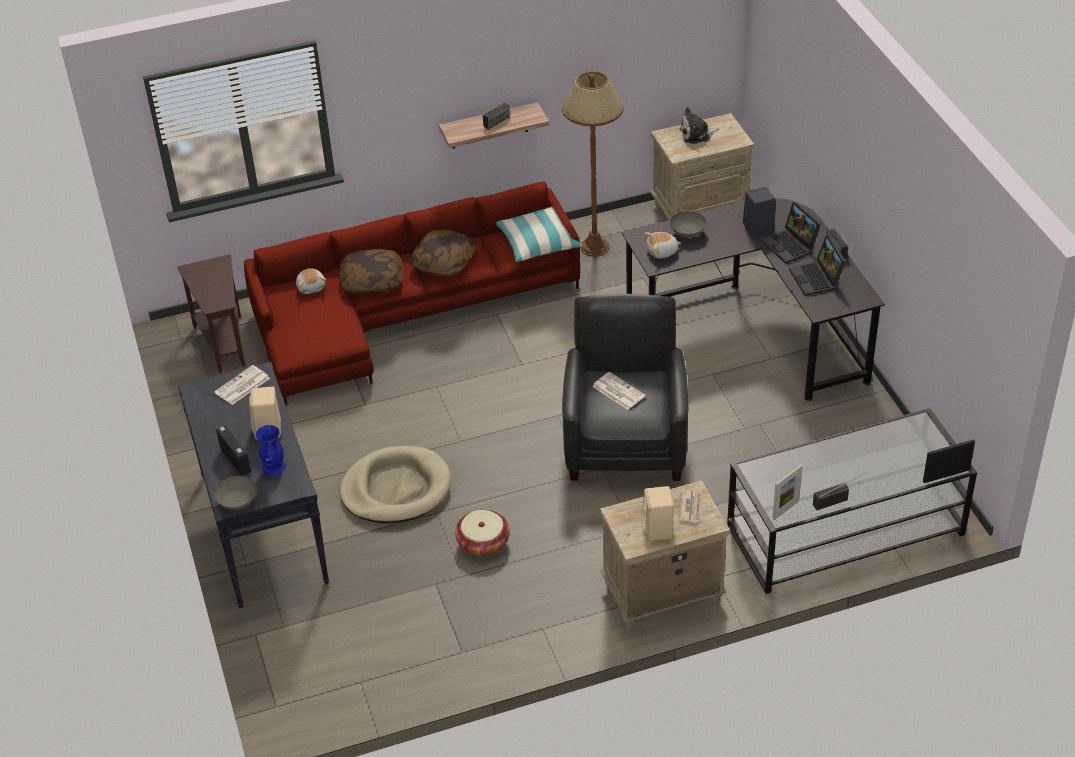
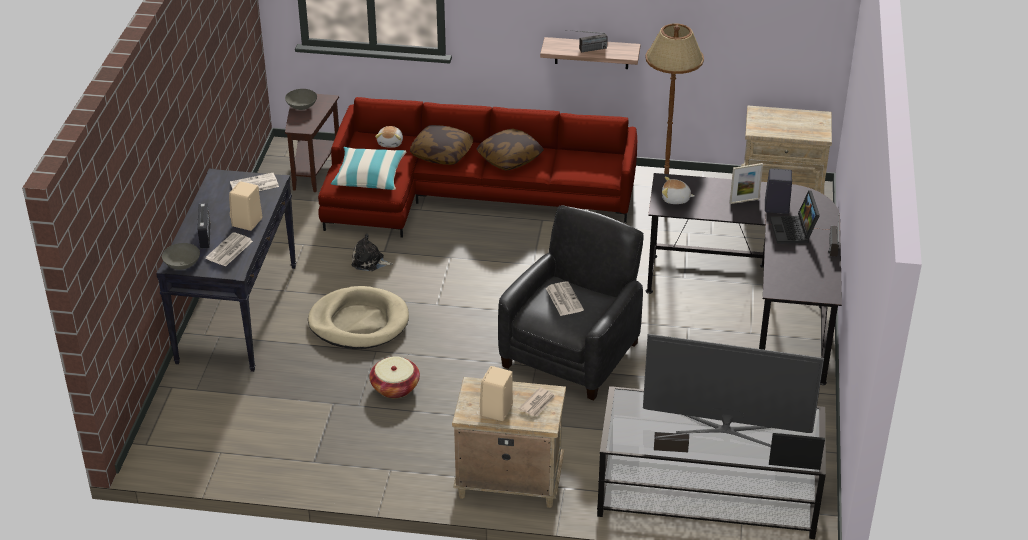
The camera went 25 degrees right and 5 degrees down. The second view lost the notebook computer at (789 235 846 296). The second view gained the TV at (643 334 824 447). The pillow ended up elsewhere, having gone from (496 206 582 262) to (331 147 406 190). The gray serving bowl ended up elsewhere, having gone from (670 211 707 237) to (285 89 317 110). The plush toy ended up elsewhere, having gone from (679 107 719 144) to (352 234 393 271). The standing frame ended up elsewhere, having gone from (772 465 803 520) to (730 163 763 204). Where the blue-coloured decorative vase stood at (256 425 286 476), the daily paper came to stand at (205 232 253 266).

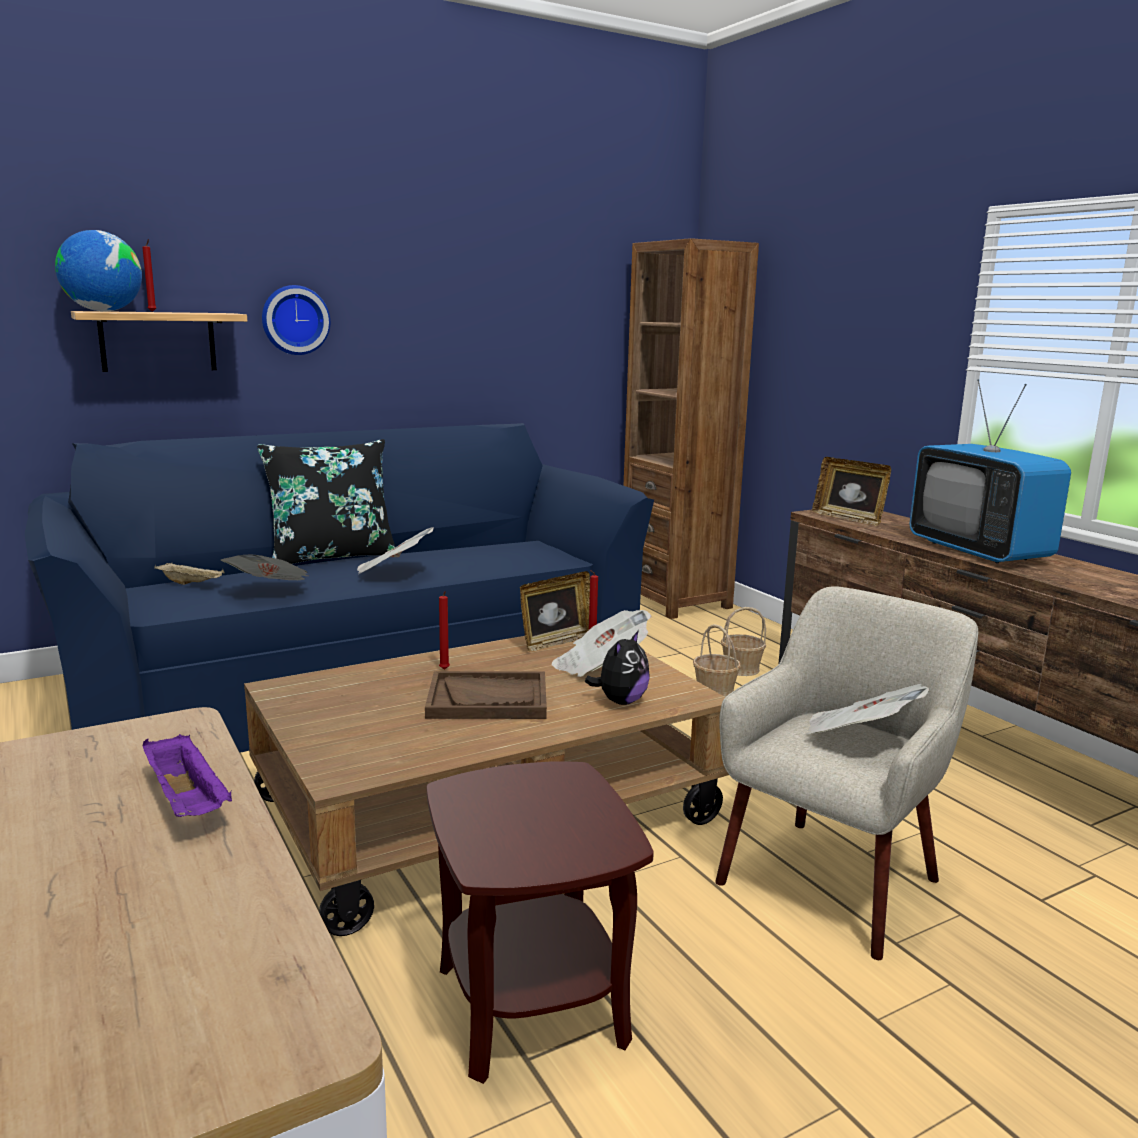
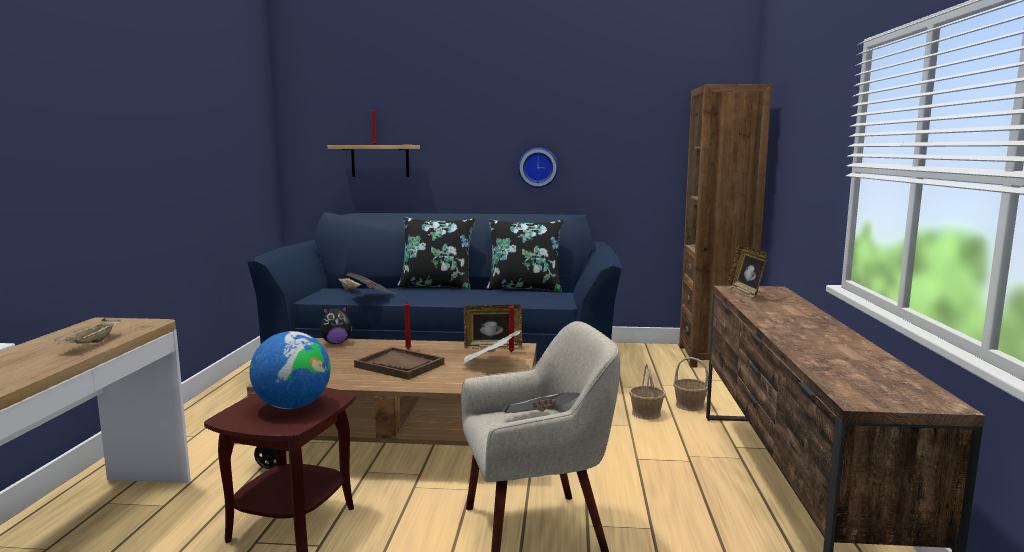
The camera went 35 degrees right and 5 degrees down. The second view lost the daily paper at (357 527 434 574). The second view lost the TV at (909 379 1071 564). The second view gained the black-coloured pillow at (486 219 563 292). The globe ended up elsewhere, having gone from (55 230 142 312) to (250 331 331 409). The hanging clock ended up elsewhere, having gone from (262 285 330 355) to (518 148 558 188). The plush toy ended up elsewhere, having gone from (585 630 650 705) to (320 305 353 344). What was the purplish carrying tray at (143 734 232 817) turned into the beige carrying tray at (54 318 120 344).

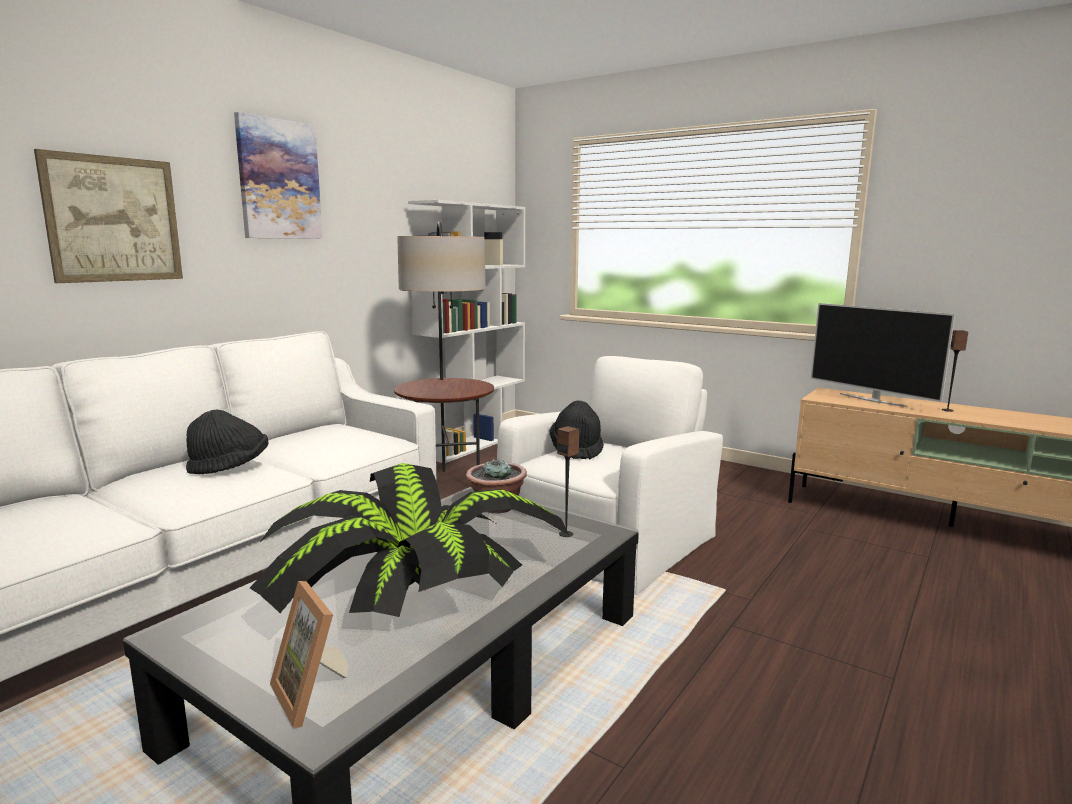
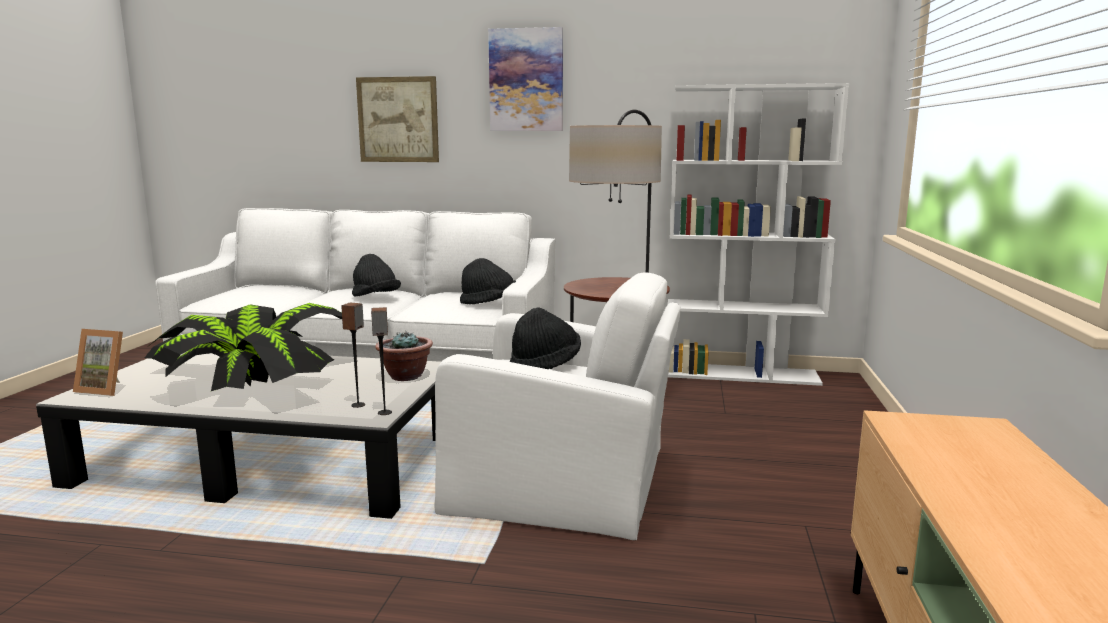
The camera went 65 degrees right and 0 degrees up. The second view lost the TV at (810 303 955 407). The second view gained the black-coloured hat at (460 258 516 304). The loudspeaker ended up elsewhere, having gone from (942 330 968 412) to (371 307 392 415). The standing frame at (270 581 349 728) ended up facing another way, 105 degrees counterclockwise from before.

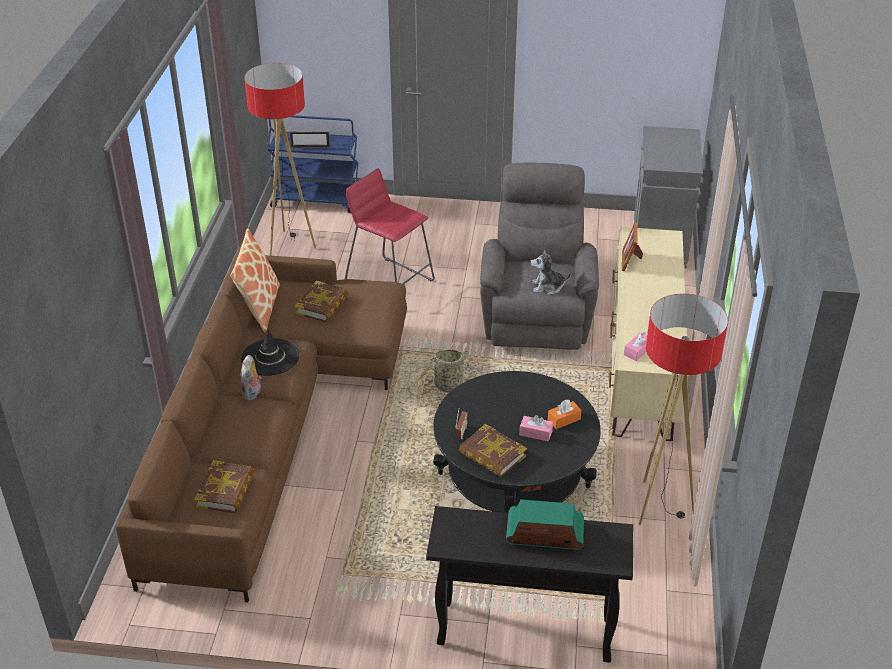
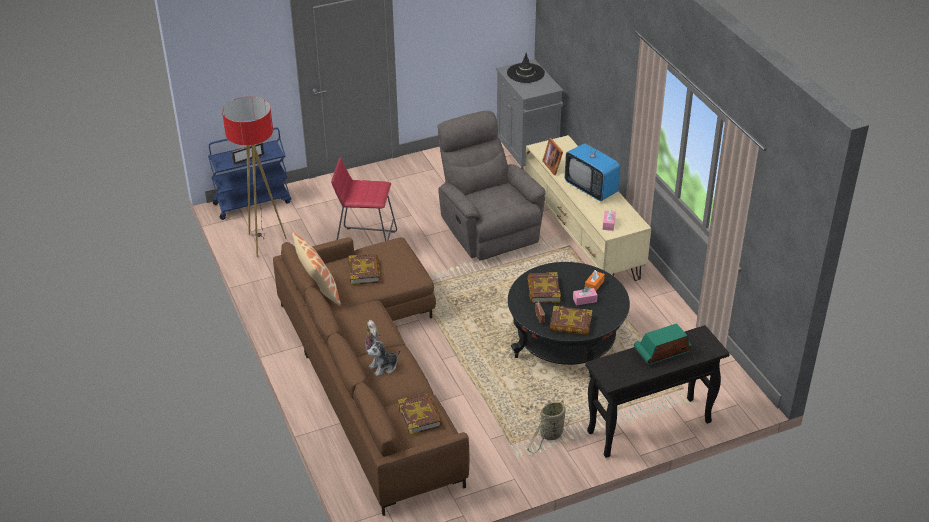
The camera went 30 degrees left and 0 degrees up. The second view lost the floor lamp at (639 294 728 525). The second view gained the volume at (528 272 561 303). The second view gained the TV at (565 131 620 201). The black-coloured hat ended up elsewhere, having gone from (241 329 299 376) to (507 53 545 83). The household basket ended up elsewhere, having gone from (407 349 477 396) to (527 399 569 453). The plush toy ended up elsewhere, having gone from (530 249 571 295) to (367 338 401 376).

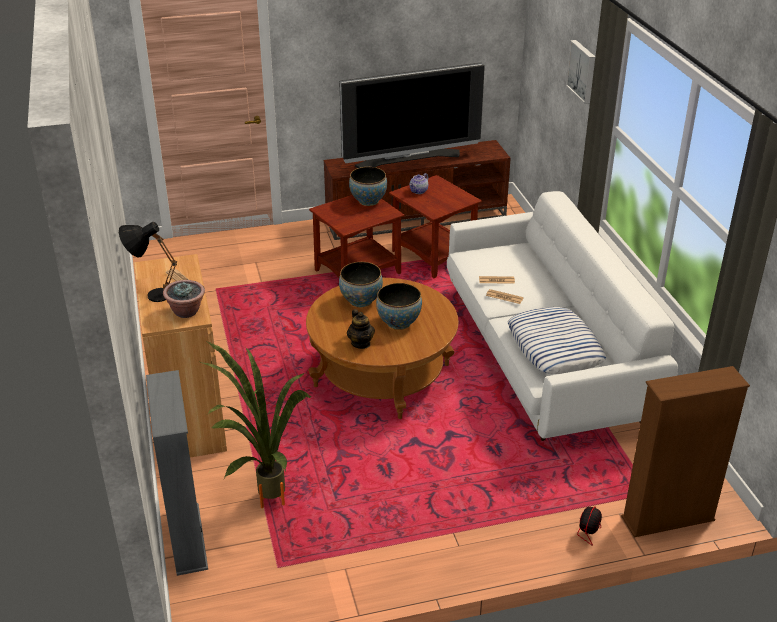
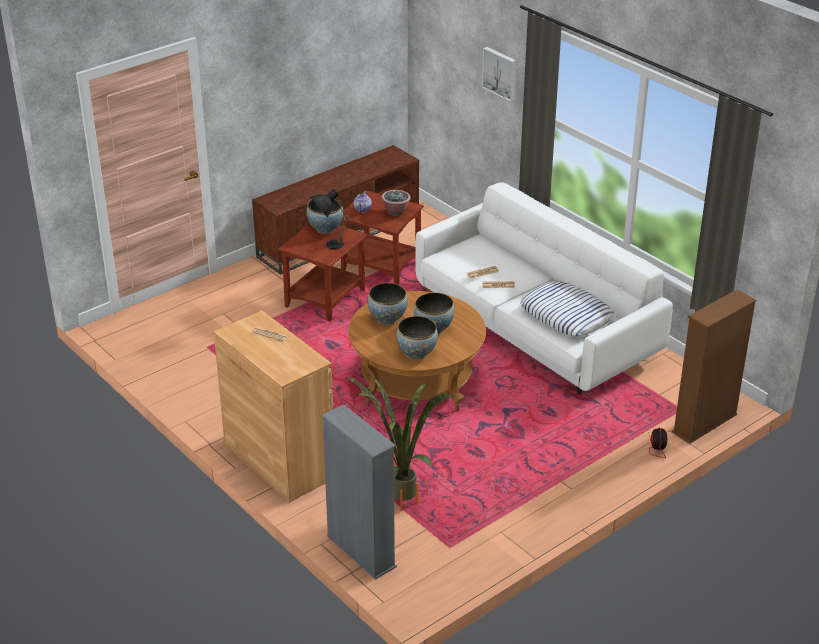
The camera went 25 degrees left and 0 degrees up. The second view lost the TV at (339 63 485 168). The black-coloured tabletop lamp ended up elsewhere, having gone from (119 222 177 302) to (310 189 349 250). The plant in a pot ended up elsewhere, having gone from (163 280 205 318) to (381 190 411 216). Where the tea pot stood at (347 309 375 349), the serving bowl came to stand at (396 316 438 360).

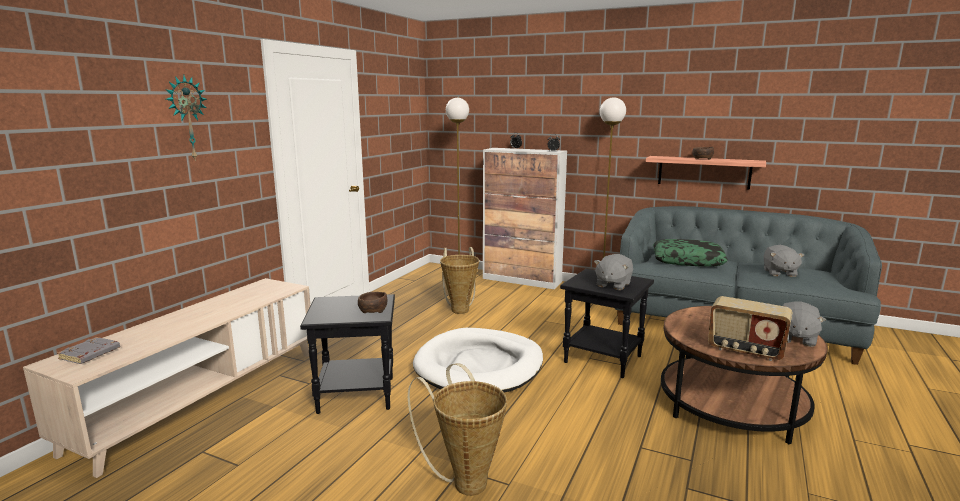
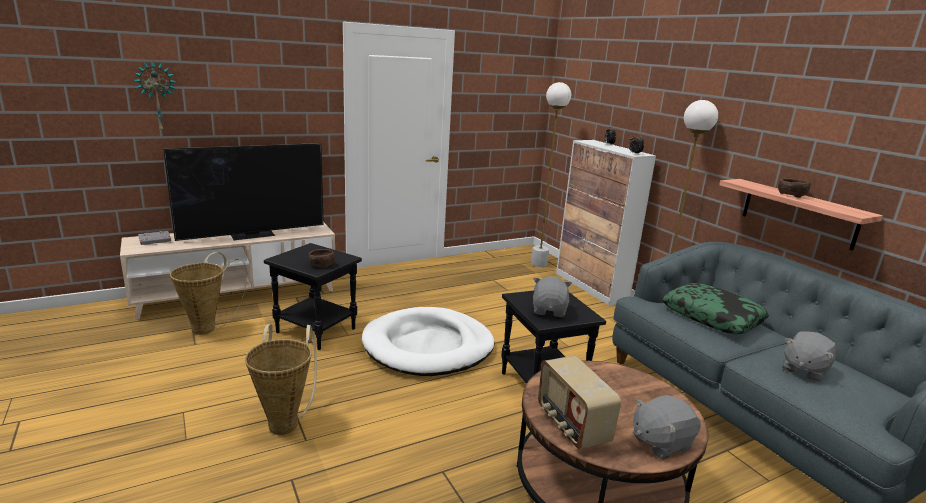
The camera went 35 degrees right and 5 degrees up. The second view gained the TV at (163 143 324 241). The hanging clock ended up elsewhere, having gone from (165 75 207 159) to (133 61 177 132). The household basket ended up elsewhere, having gone from (440 247 480 314) to (170 252 248 335). The gray plush toy at (594 254 633 290) ended up facing another way, 120 degrees clockwise from before.

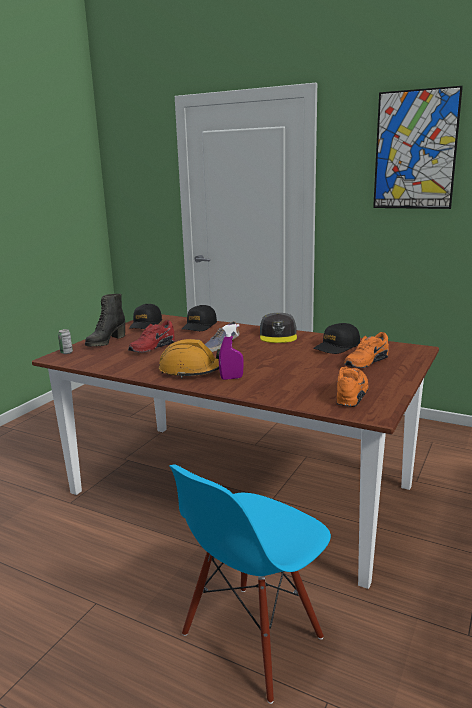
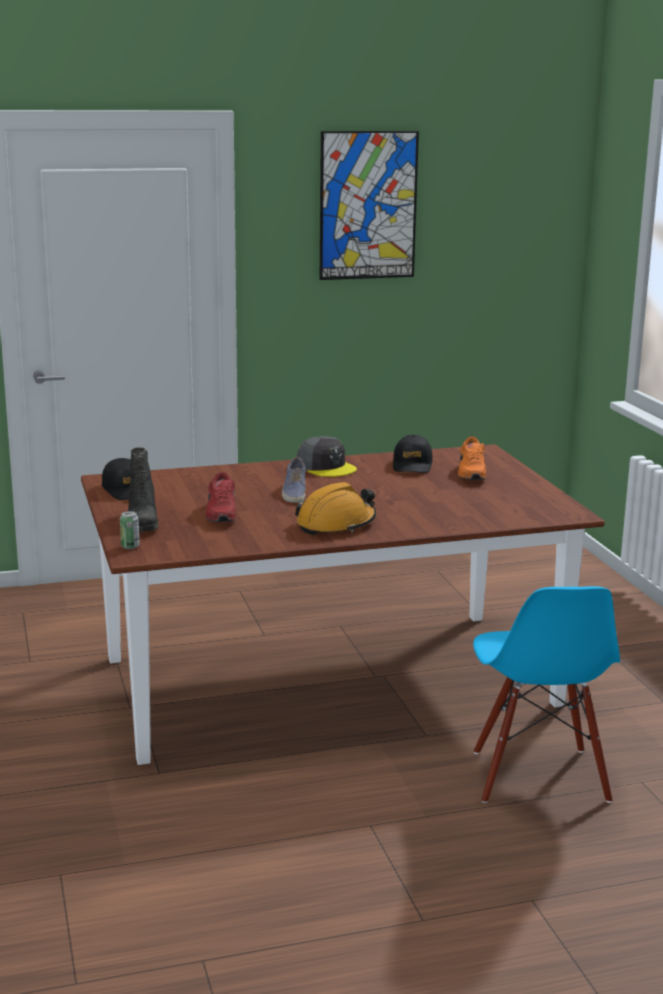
The camera went 45 degrees left and 0 degrees up. The second view lost the black-coloured baseball cap at (182 305 217 331). The second view lost the purplish sprayer at (219 324 244 380). The second view lost the orange low shoe at (337 367 369 407).

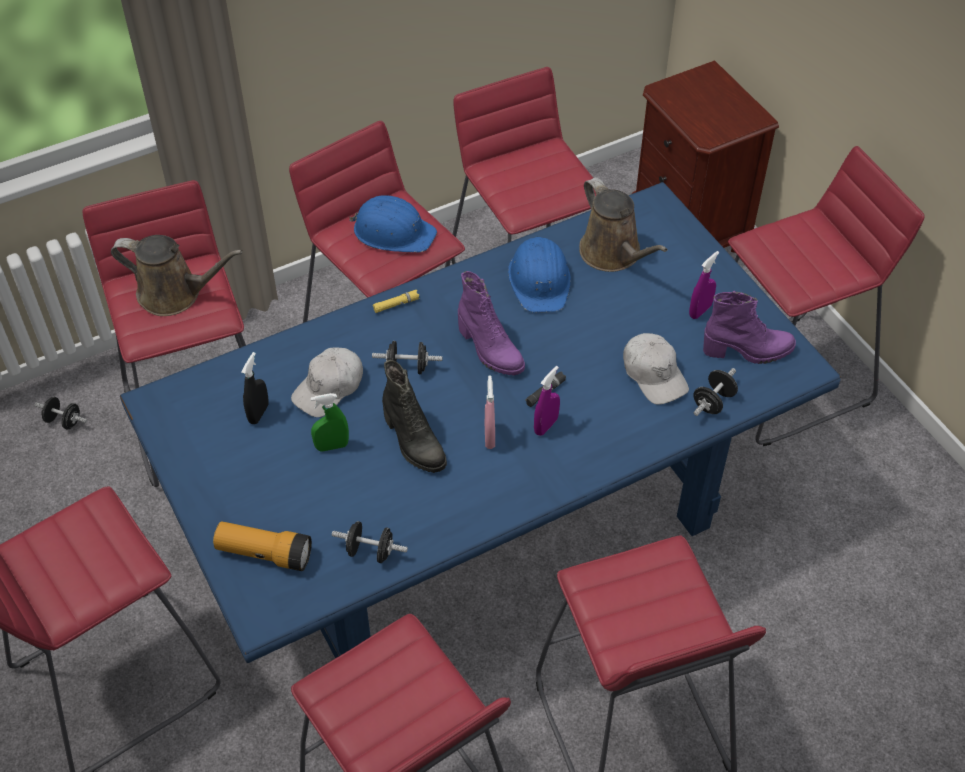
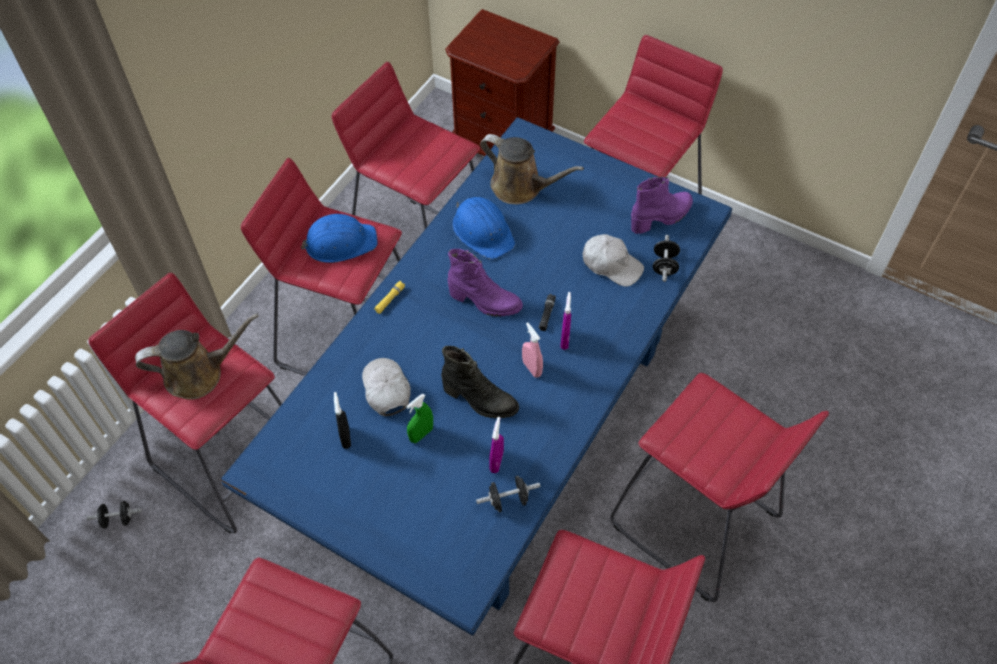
The camera went 30 degrees left and 5 degrees up. The second view lost the torch at (213 522 312 571). The second view lost the black-coloured dumbbell at (372 341 442 374). The purplish sprayer ended up elsewhere, having gone from (689 251 719 319) to (489 417 504 473). The white baseball cap at (291 348 363 417) ended up facing another way, 150 degrees clockwise from before.

